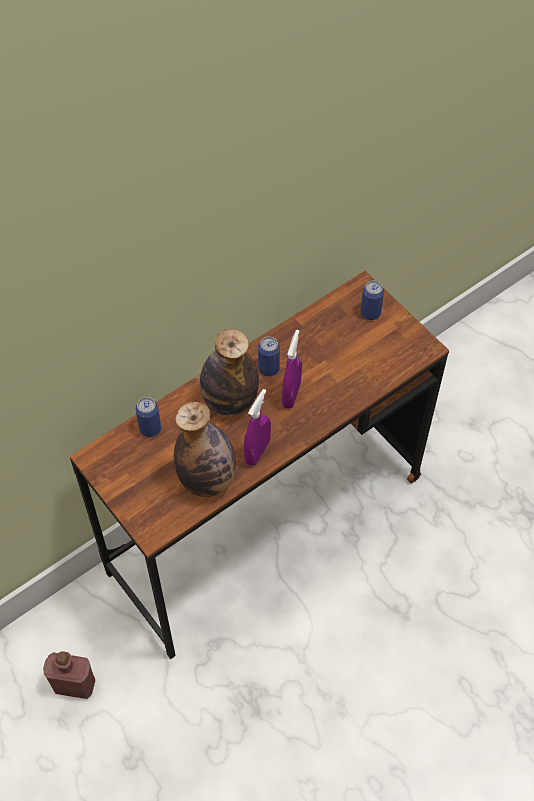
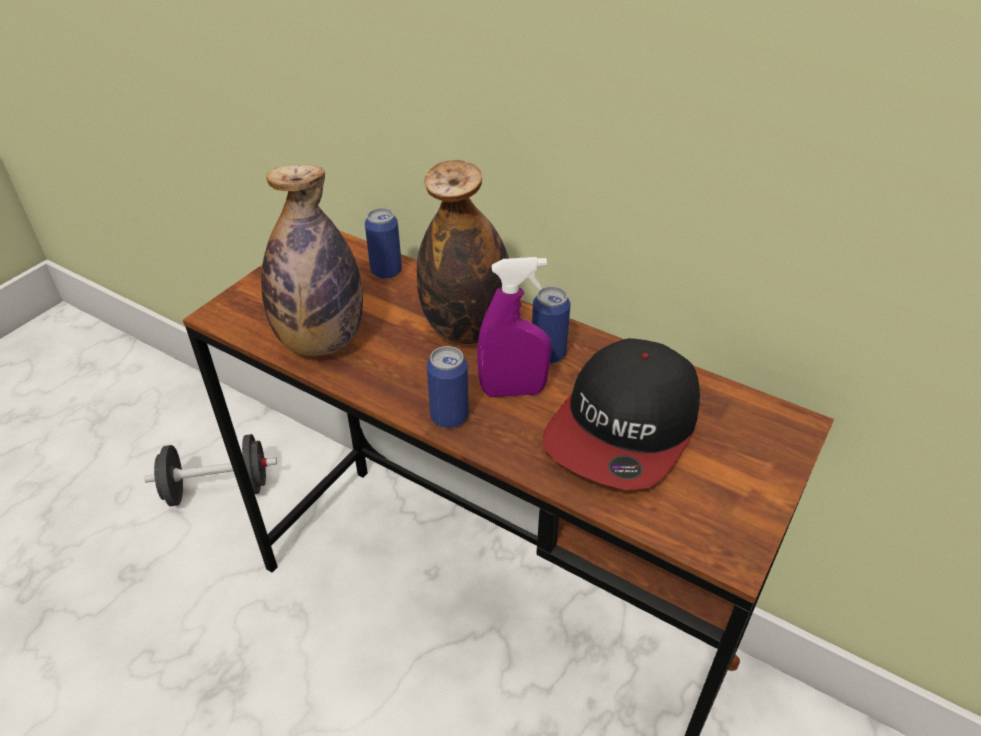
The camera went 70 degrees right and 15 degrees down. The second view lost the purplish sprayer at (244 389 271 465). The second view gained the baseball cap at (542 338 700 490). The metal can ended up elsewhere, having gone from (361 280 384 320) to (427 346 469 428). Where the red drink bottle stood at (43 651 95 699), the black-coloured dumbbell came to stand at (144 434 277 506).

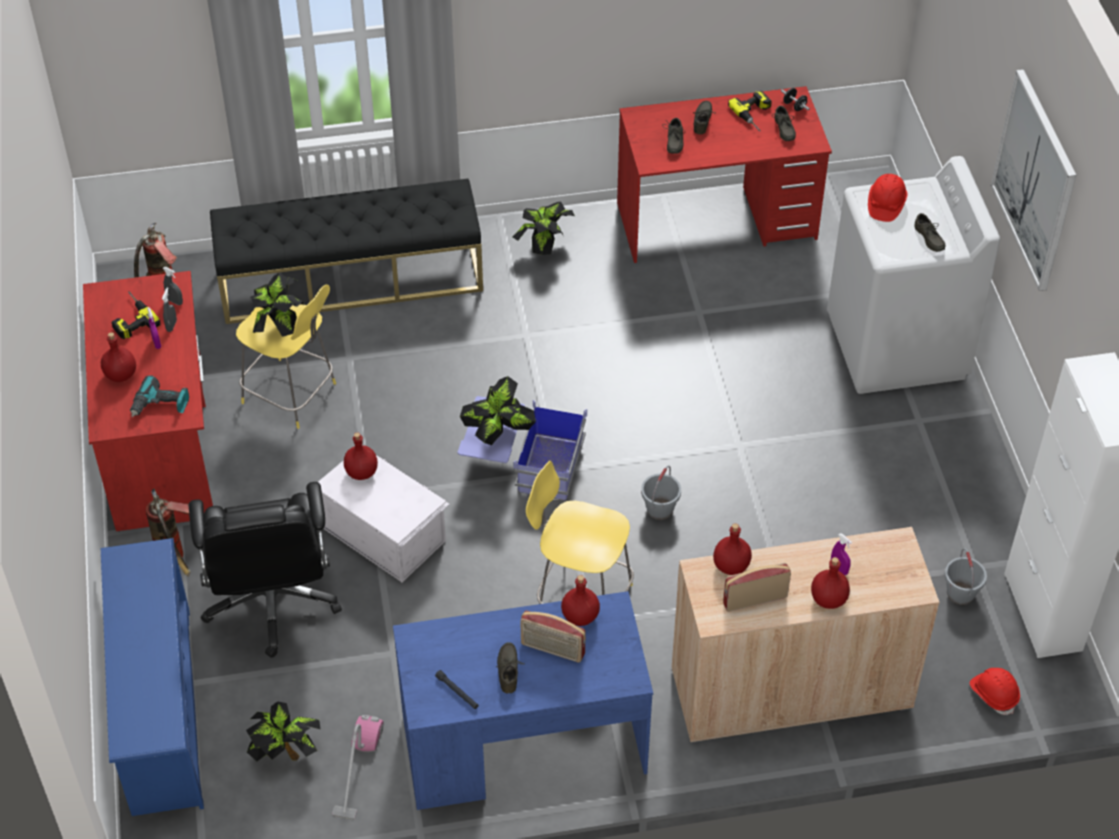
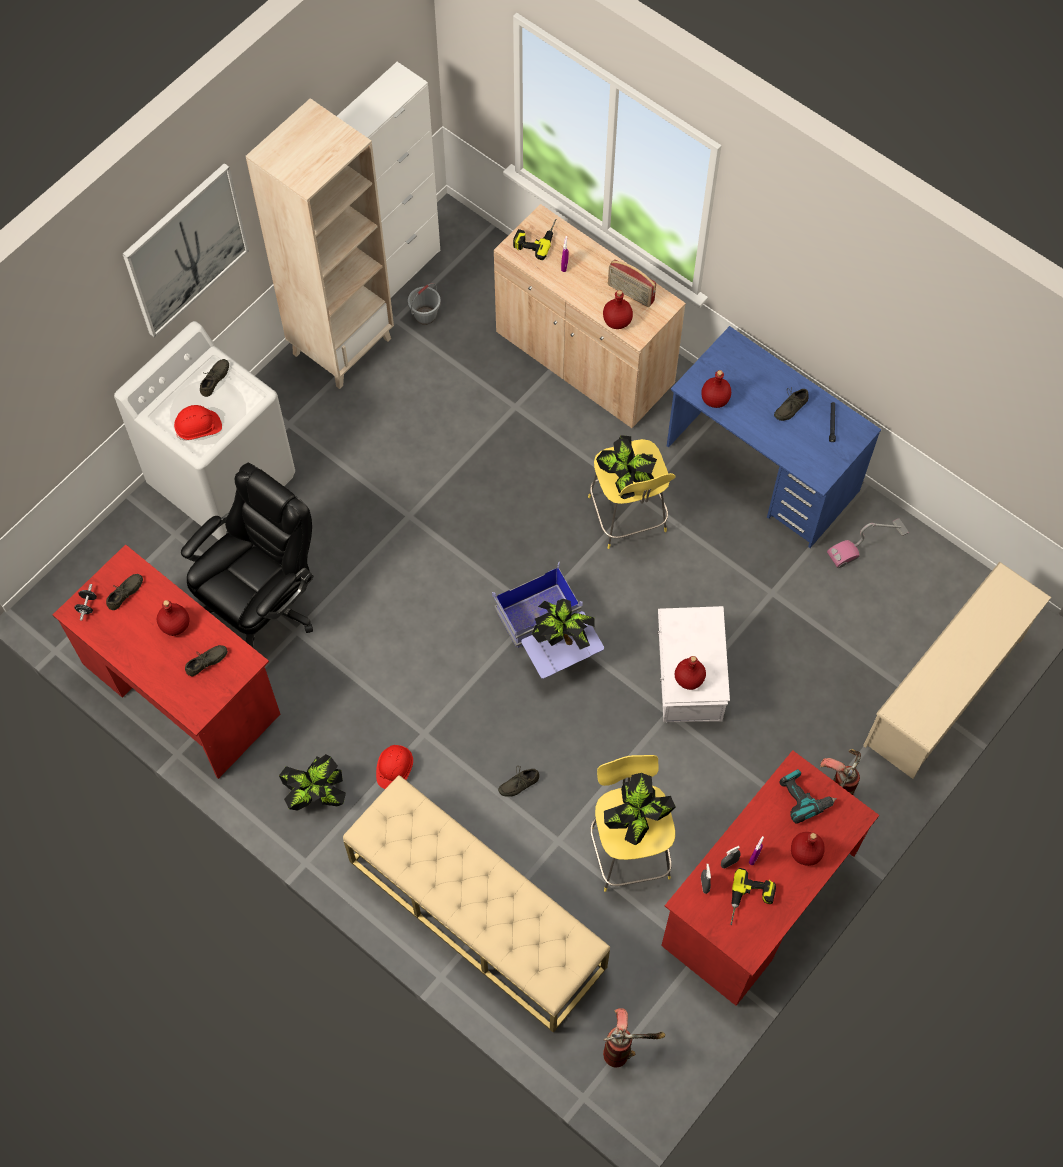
The camera went 130 degrees left and 15 degrees up. The second view lost the radio at (520 610 586 663). The second view lost the gray water bucket at (641 466 681 520). The second view gained the beige bookcase at (246 98 394 389). The black-coloured computer chair ended up elsewhere, having gone from (188 482 342 658) to (181 463 313 647). The plant in a pot ended up elsewhere, having gone from (246 701 321 761) to (596 435 657 499). The gray low shoe ended up elsewhere, having gone from (693 101 716 134) to (498 766 539 797). The drill ended up elsewhere, having gone from (728 91 772 132) to (513 219 557 260). The red drink bottle ended up elsewhere, having gone from (811 557 850 609) to (157 600 190 636). The red work helmet ended up elsewhere, having gone from (970 668 1020 715) to (376 745 413 789). What was the blue-coloured shoe shelf at (101 538 204 816) turned into the beige shoe shelf at (863 562 1051 779). What was the black-coloured bench at (210 179 483 324) turned into the beige bench at (343 775 610 1033).

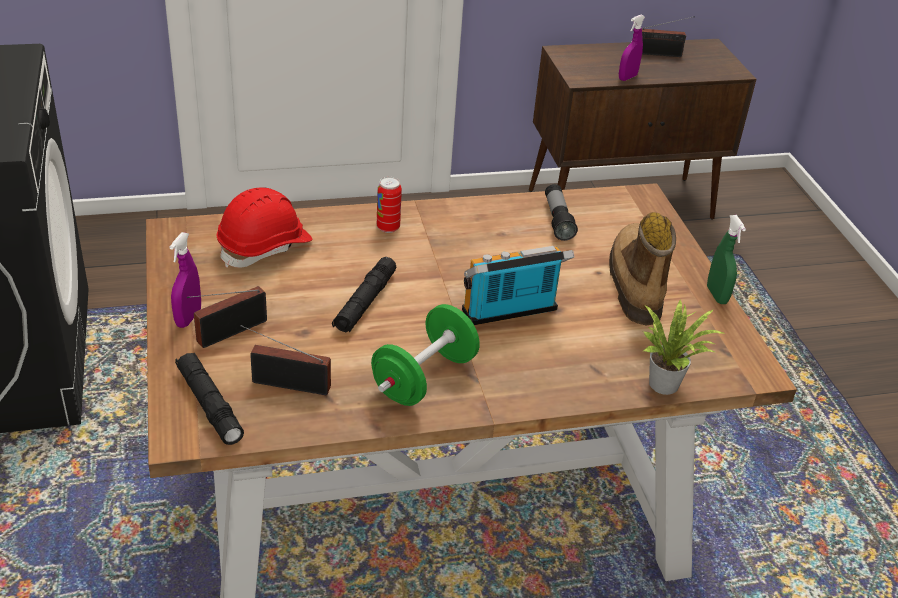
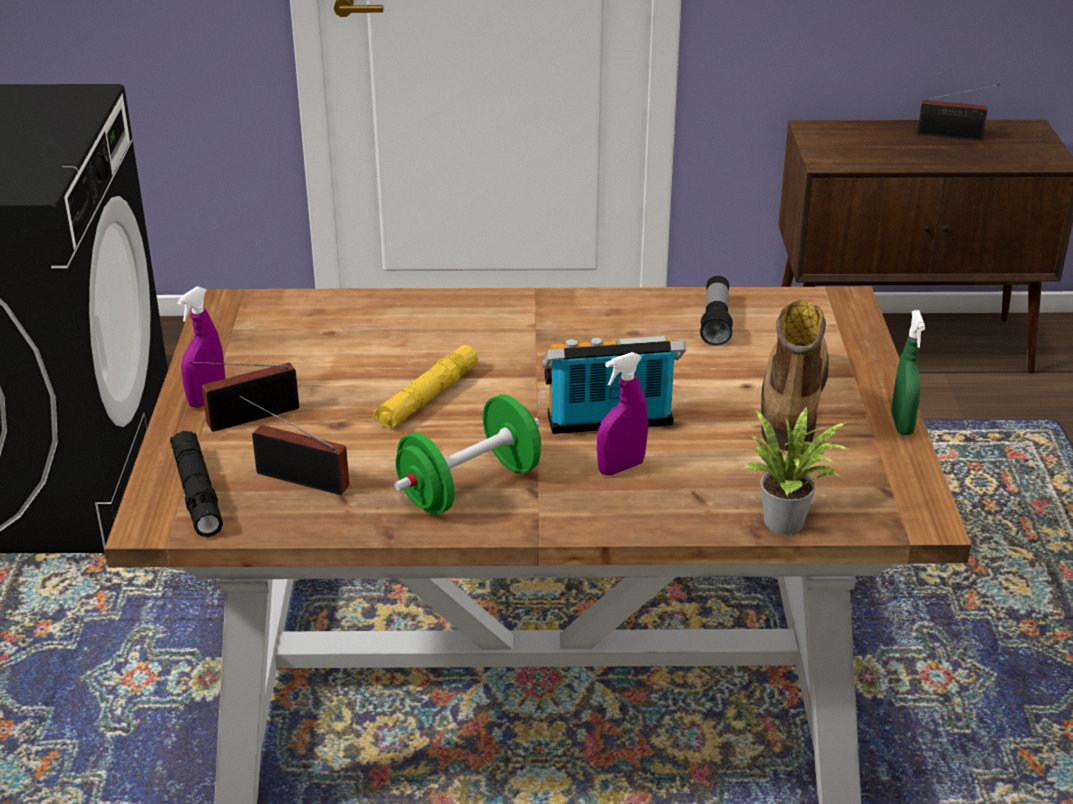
The camera went 15 degrees right and 5 degrees down. The second view lost the red work helmet at (217 187 312 268). The second view lost the metal can at (377 177 402 233). The purplish sprayer ended up elsewhere, having gone from (619 14 645 81) to (597 352 648 475). What was the black-coloured torch at (332 257 397 333) turned into the yellow-coloured torch at (373 345 478 428).

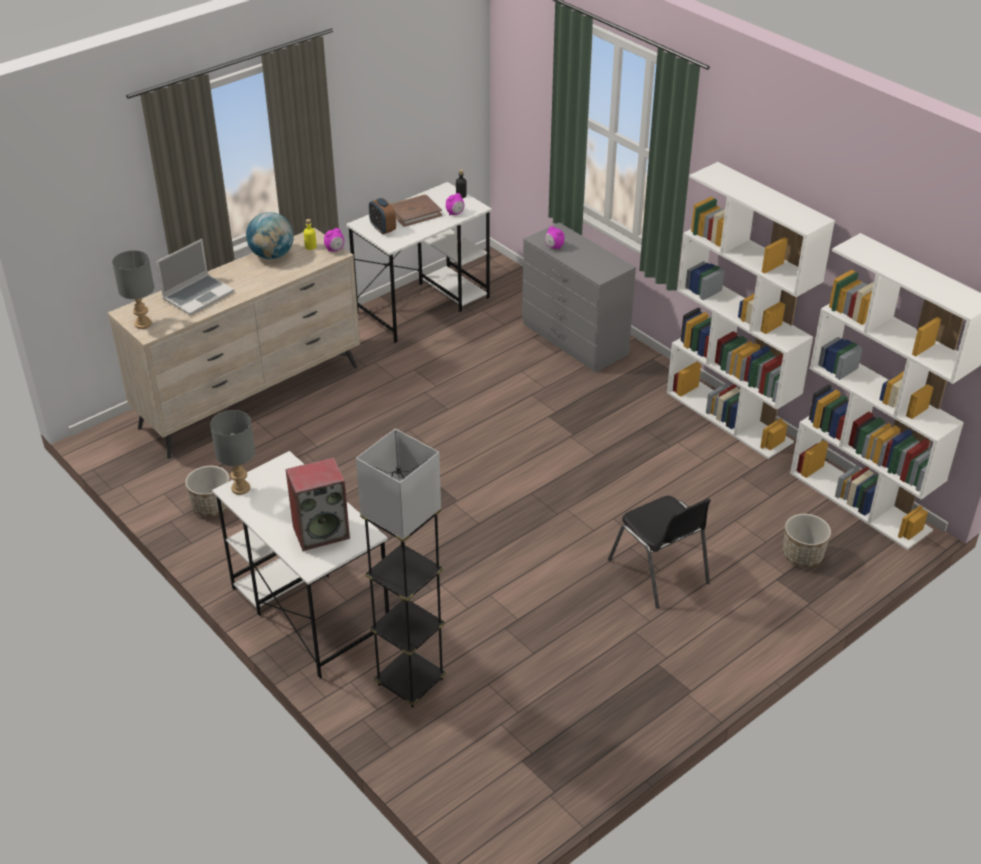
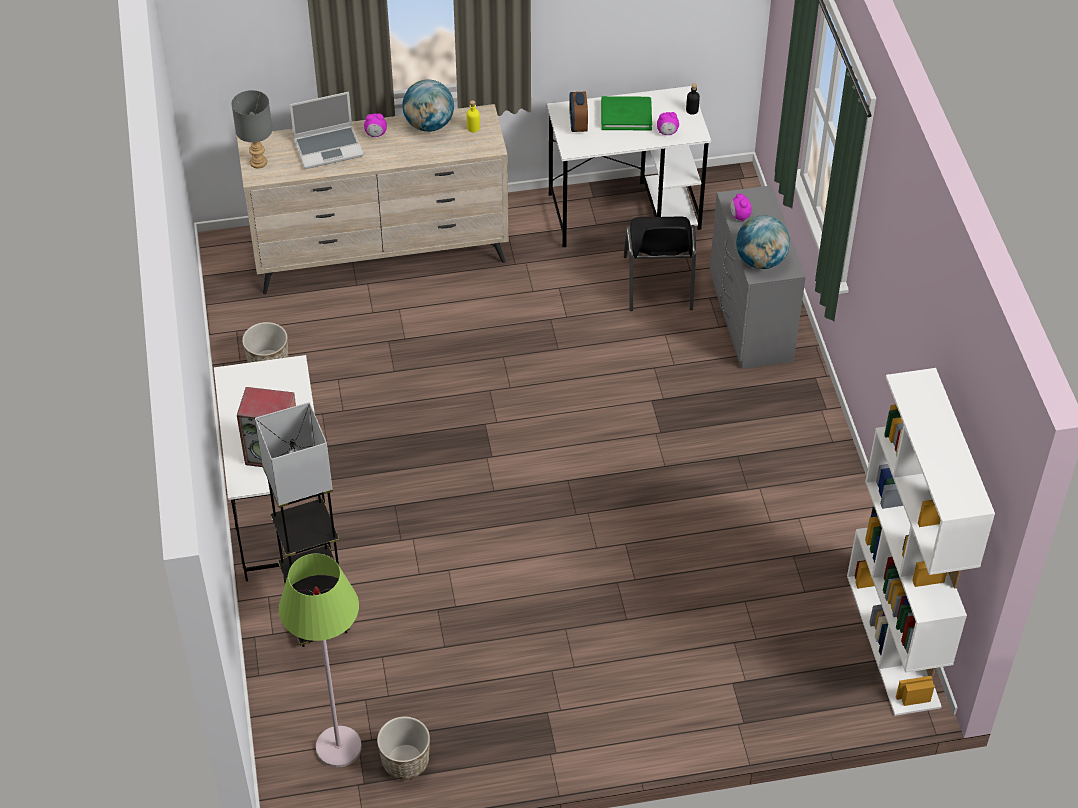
The camera went 30 degrees right and 10 degrees up. The second view lost the gray tabletop lamp at (210 410 255 495). The second view lost the white bookcase at (667 162 835 459). The second view gained the green floor lamp at (279 553 362 767). The second view gained the globe at (736 215 790 269). The alarm clock ended up elsewhere, having gone from (324 228 344 252) to (364 113 387 137). The black-coloured chair ended up elsewhere, having gone from (608 496 711 608) to (624 216 696 311). The planter ended up elsewhere, having gone from (783 514 831 567) to (377 716 430 780). What was the brown-coloured volume at (391 194 442 227) turned into the green volume at (601 96 652 131).

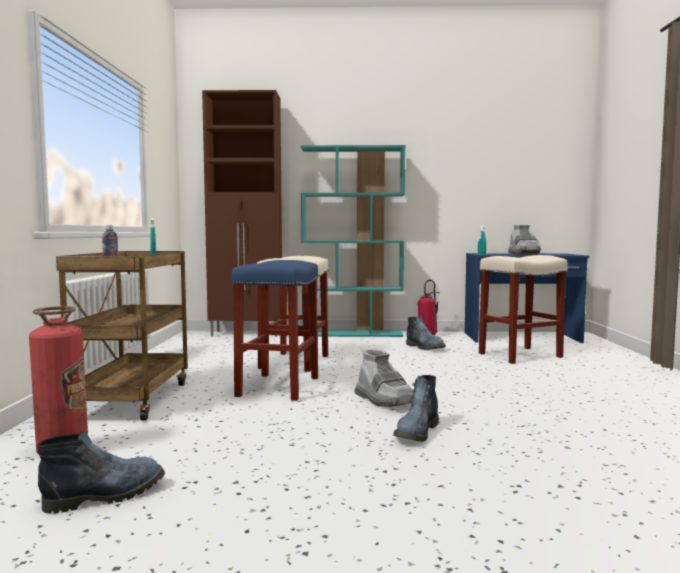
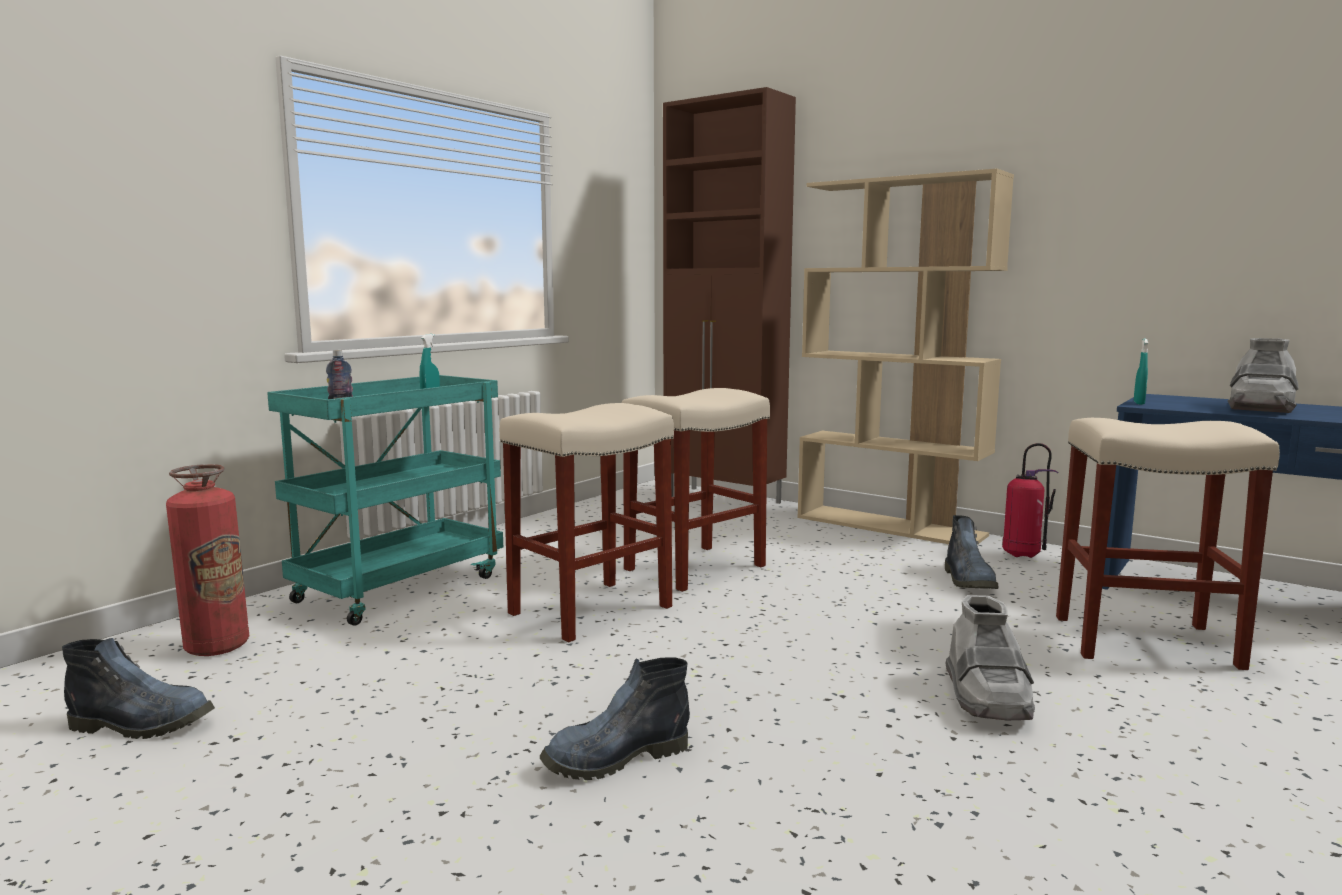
The camera went 35 degrees right and 5 degrees up. The gray high-top boot ended up elsewhere, having gone from (354 349 413 407) to (946 595 1035 720). What was the brown-coloured trolley at (56 251 188 421) turned into the blue-green trolley at (267 375 503 626). What was the blue-coloured stool seat at (231 260 319 401) turned into the beige stool seat at (499 403 674 642). What was the blue-green bookcase at (301 145 405 337) turned into the beige bookcase at (797 169 1014 545).

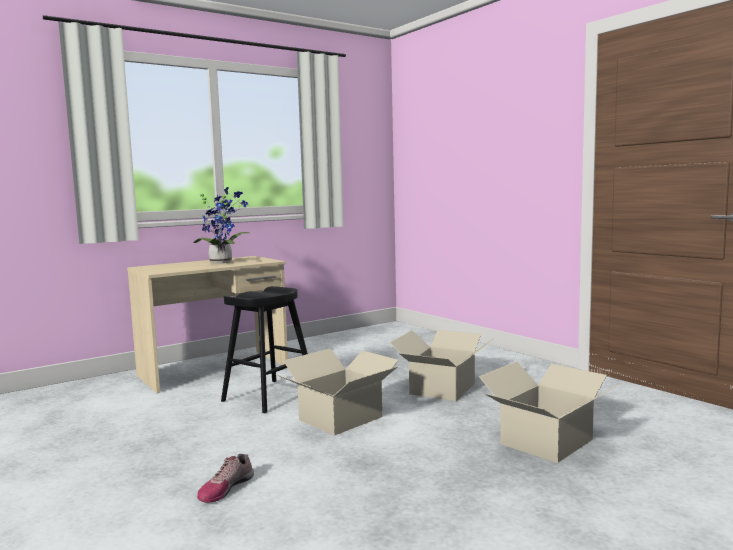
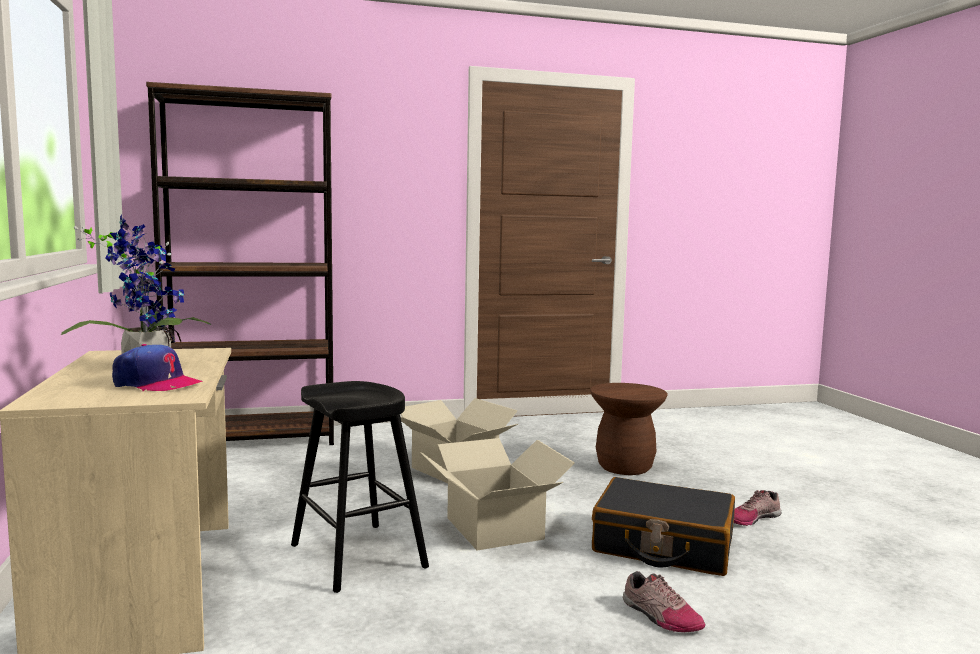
The camera went 70 degrees left and 0 degrees up. The second view gained the baseball cap at (112 344 203 391). The second view gained the brown-coloured bookcase at (146 82 334 445). The second view gained the black-coloured travel case at (592 477 735 576). The second view gained the low shoe at (734 490 782 526). Where the packing box stood at (479 362 620 463), the brown-coloured stool seat came to stand at (590 383 668 475).

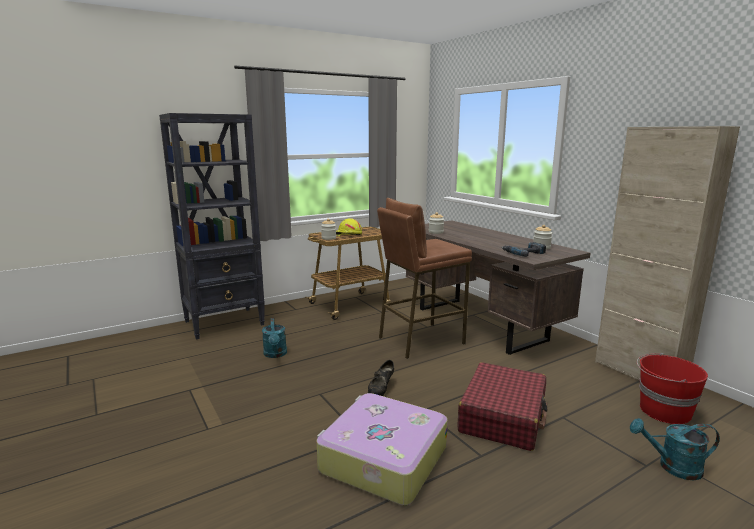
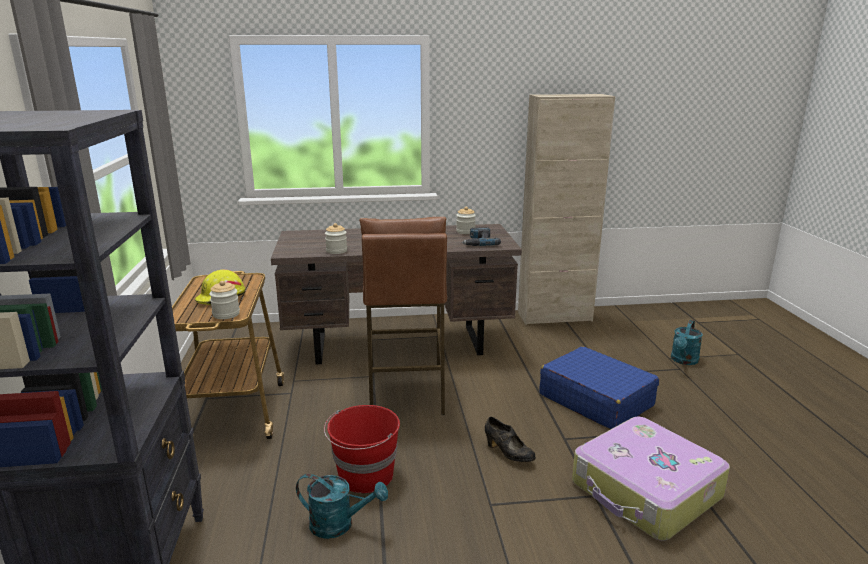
The camera went 65 degrees left and 5 degrees up. The red water bucket ended up elsewhere, having gone from (637 353 708 424) to (324 405 400 493). What was the red travel case at (458 362 547 451) turned into the blue-coloured travel case at (540 346 659 429).

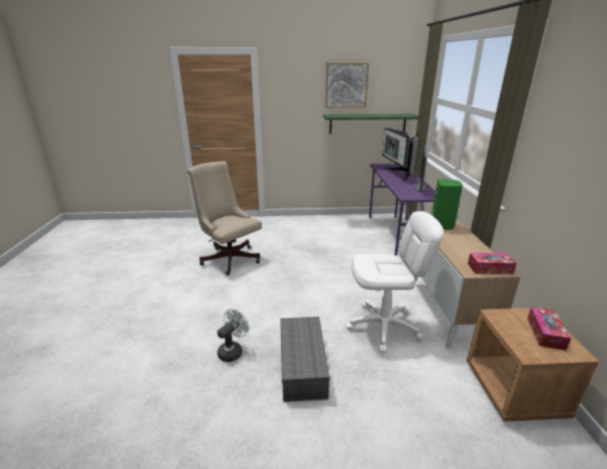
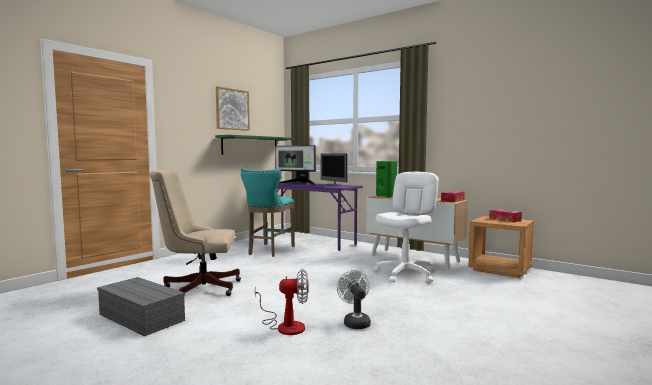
The camera went 50 degrees left and 20 degrees down. The second view gained the blue-green stool seat at (241 169 295 257). The second view gained the fan at (255 269 309 335). The gray storage container ended up elsewhere, having gone from (280 317 330 402) to (97 277 185 336).

